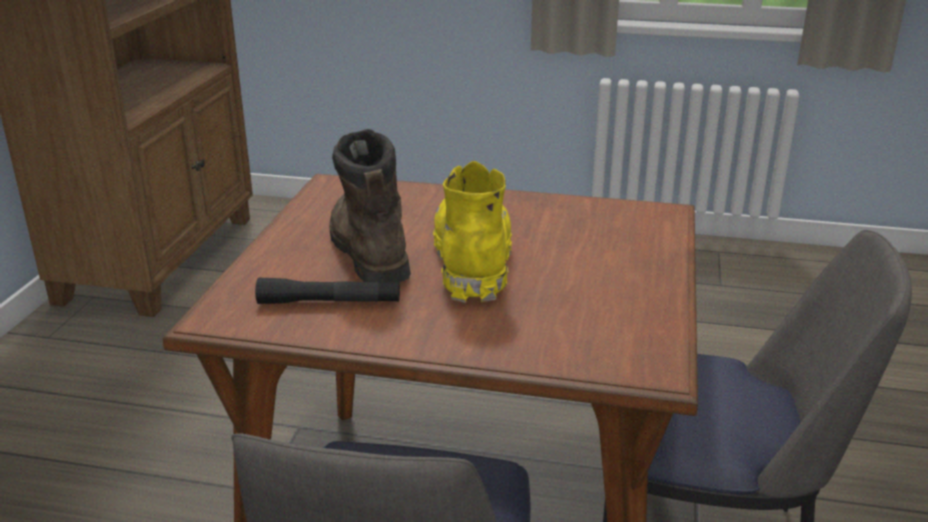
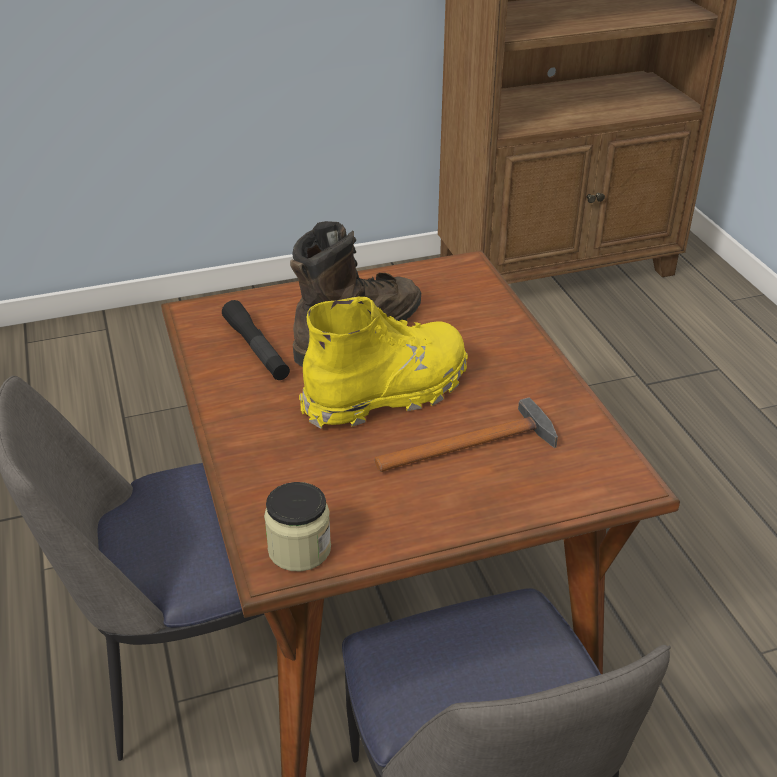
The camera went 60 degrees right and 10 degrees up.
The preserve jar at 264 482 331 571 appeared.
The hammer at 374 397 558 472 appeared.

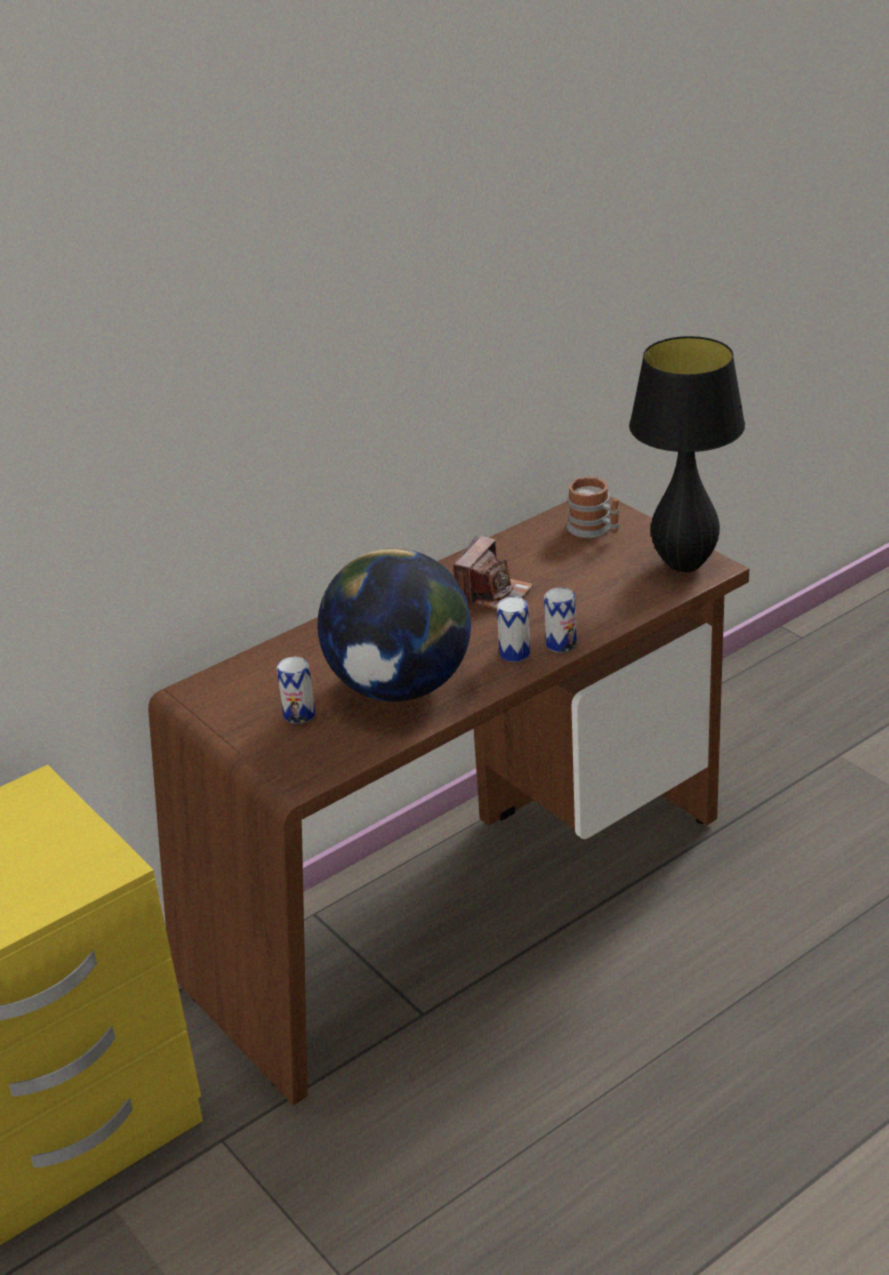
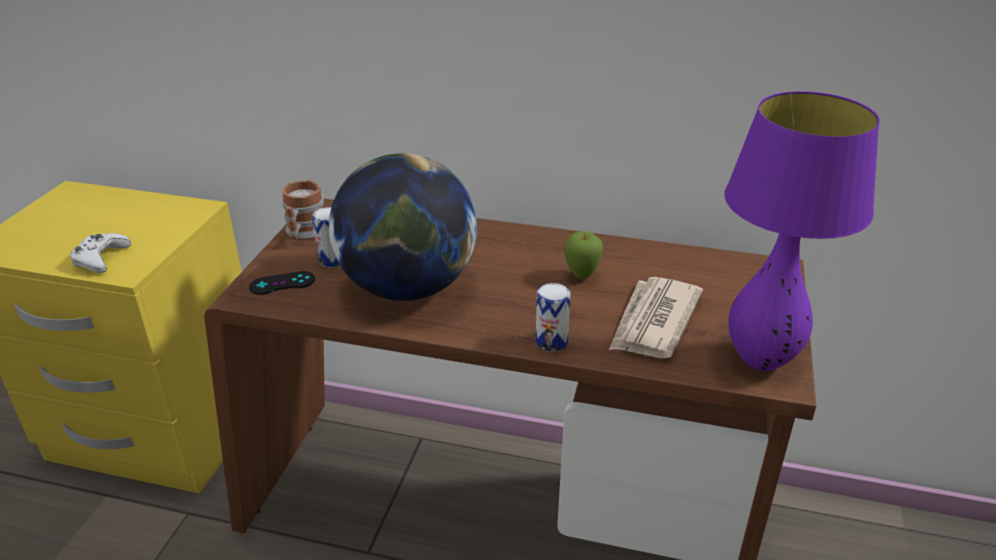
The camera went 50 degrees right and 0 degrees up.
The gamepad (white) at 70 233 131 273 appeared.
The gamepad (black) at 249 271 315 295 appeared.
The tea mug moved from 567 477 620 538 to 282 180 324 240.
The still camera at 453 536 533 610 was replaced by the whole apple at 564 231 603 279.
The daily paper at 609 277 703 359 appeared.
The tabletop lamp (black) at 629 336 745 573 became the tabletop lamp (purplish) at 724 91 880 371.
The metal can at 497 597 530 662 disappeared.

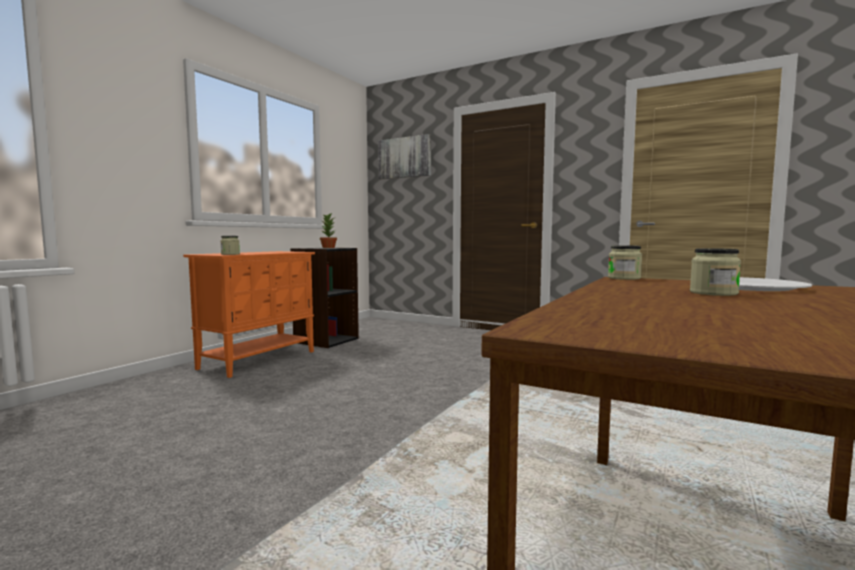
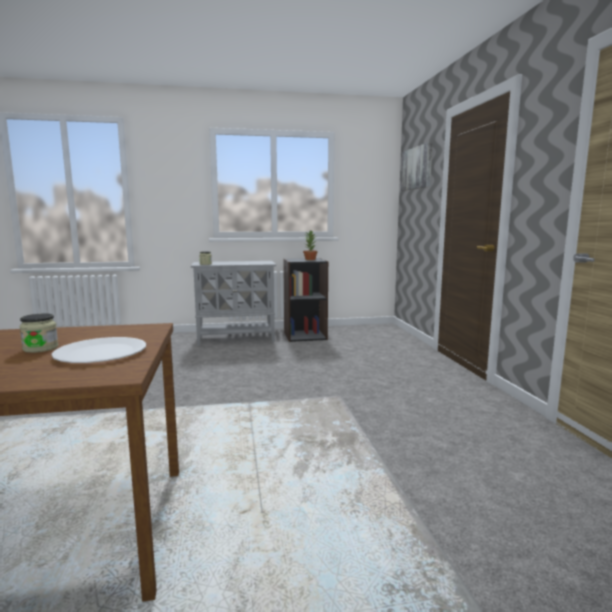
The camera went 50 degrees right and 5 degrees up.
The cupboard (orangey) at 183 251 315 378 became the cupboard (greyish) at 191 261 276 346.
The preserve jar at 608 245 642 280 disappeared.

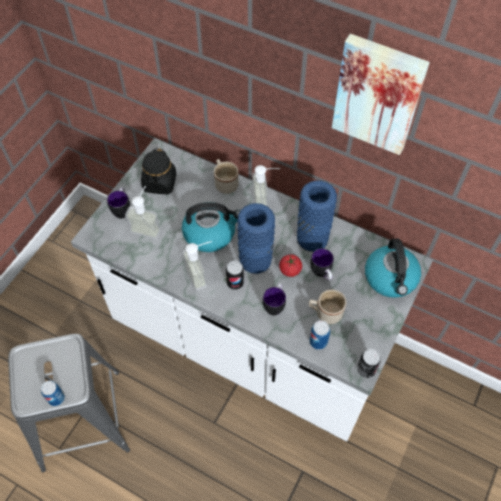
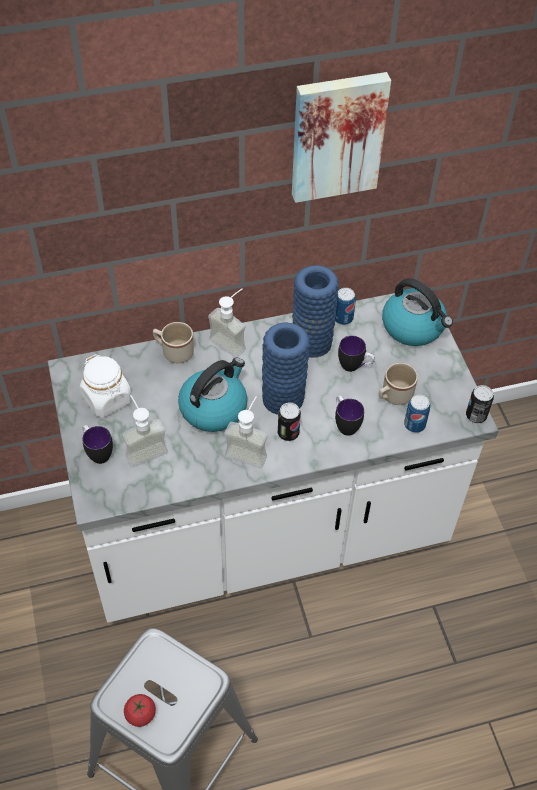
The camera went 45 degrees left and 5 degrees down.
The preserve jar (black) at 141 148 177 195 became the preserve jar (white) at 80 354 132 417.
The whole tomato moved from 279 254 302 277 to 124 694 156 727.
The metal can moved from 41 381 65 406 to 335 288 356 325.

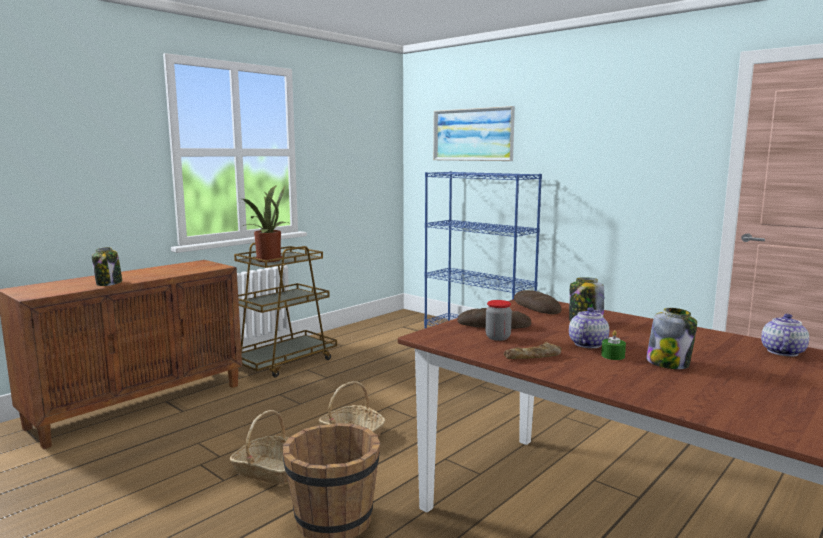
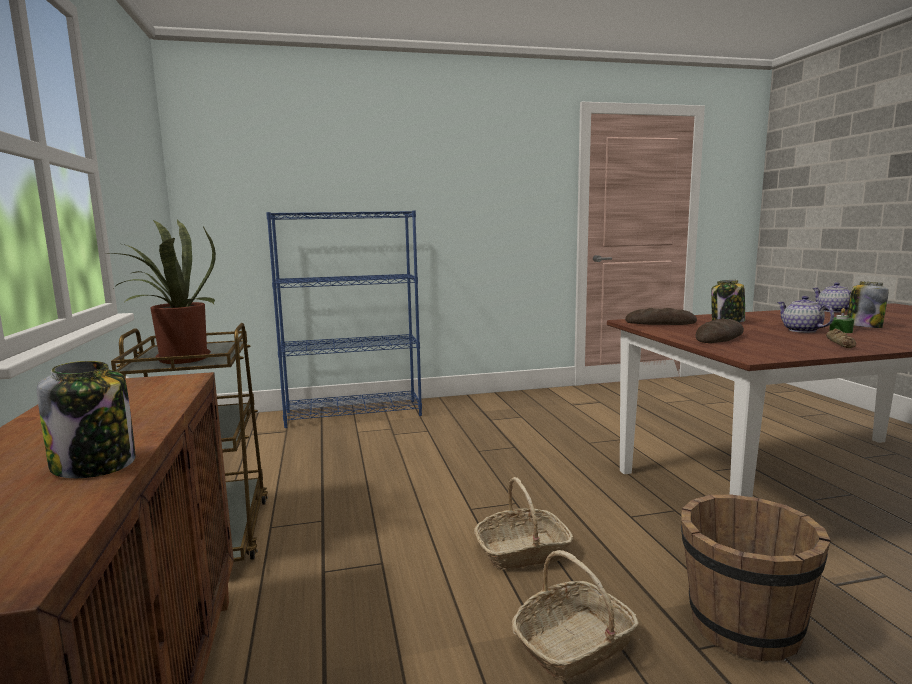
The camera went 55 degrees left and 0 degrees up.
The wall art at 433 106 515 161 disappeared.
The preserve jar at 486 300 512 341 disappeared.

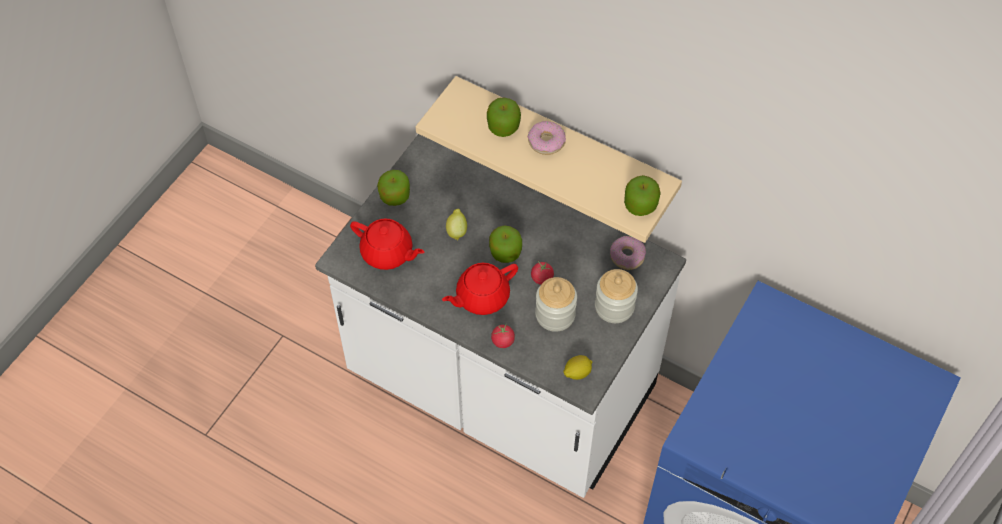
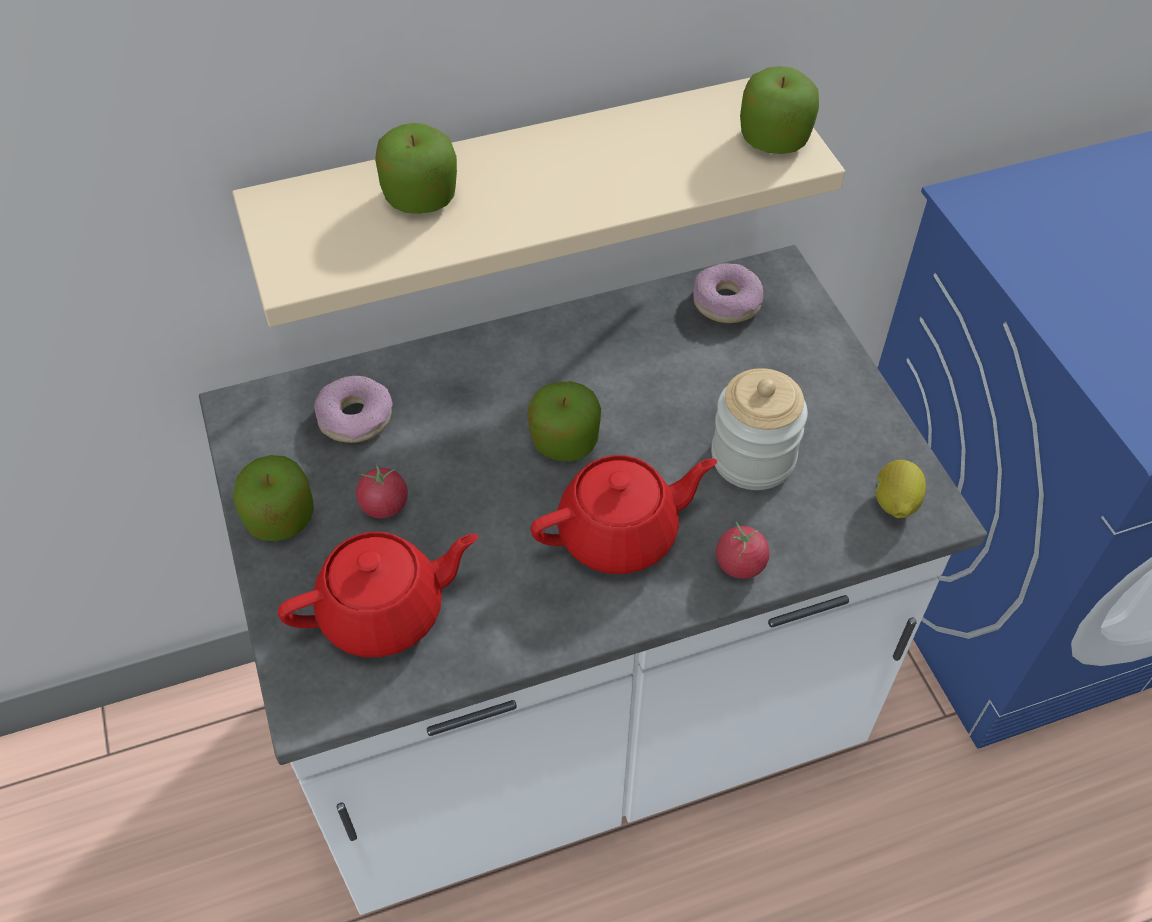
The camera went 50 degrees left and 5 degrees down.
The donut moved from 528 121 566 155 to 314 376 393 443.
The whole tomato moved from 531 260 554 285 to 356 464 408 518.
The teapot (reddish) at 442 263 518 315 turned 120 degrees counterclockwise.
The lemon at 446 209 467 240 disappeared.
The preserve jar at 595 269 638 323 disappeared.

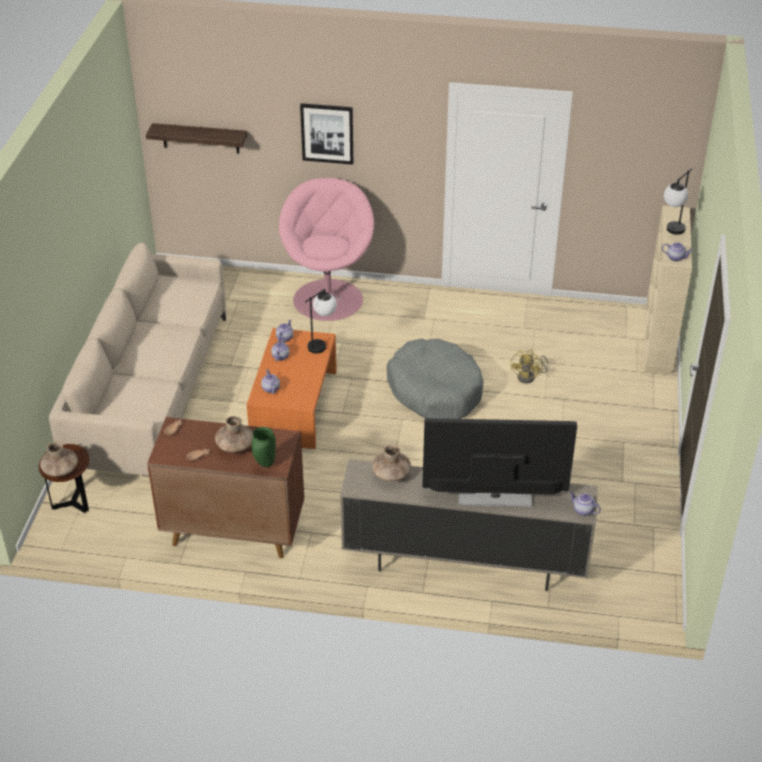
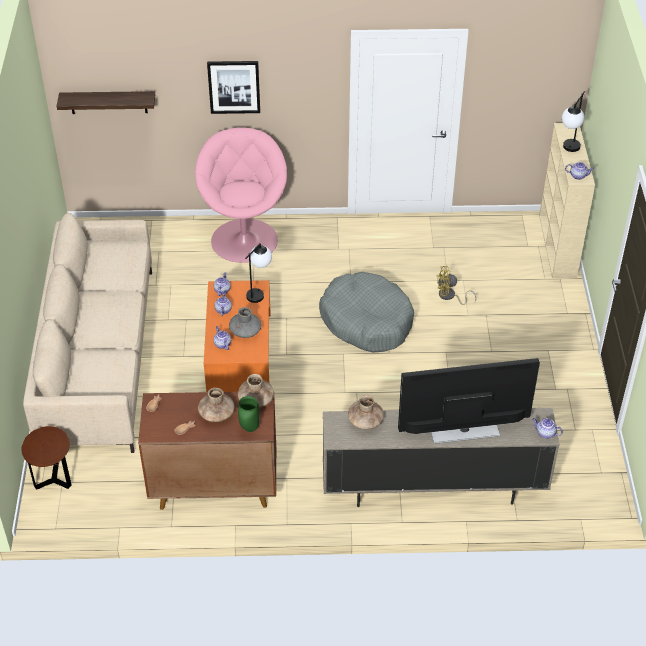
The camera went 10 degrees left and 5 degrees up.
The decorative vase (greyish) at 229 307 261 338 appeared.
The decorative vase (brown-coloured) moved from 40 441 78 477 to 238 374 274 408.
The cooling fan (yellowish) at 511 350 548 383 turned 75 degrees clockwise.

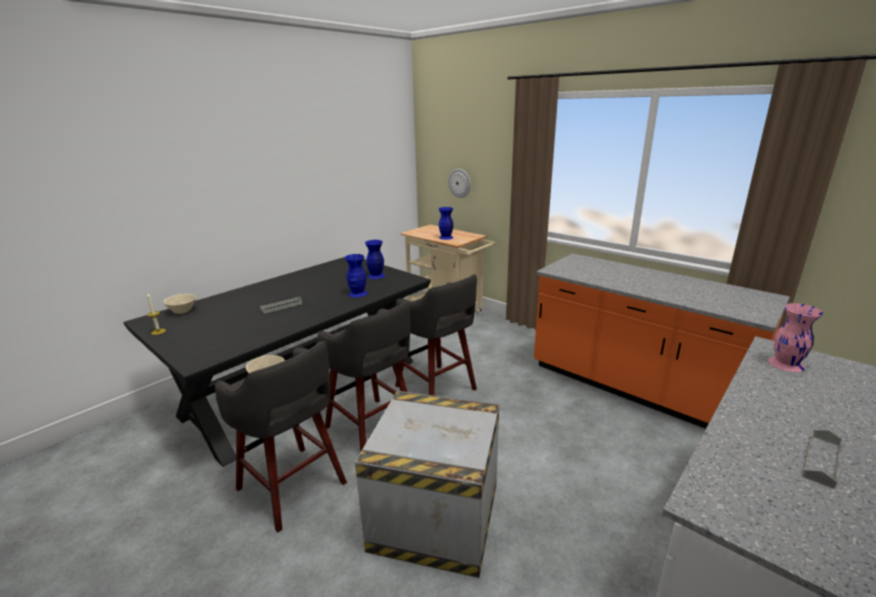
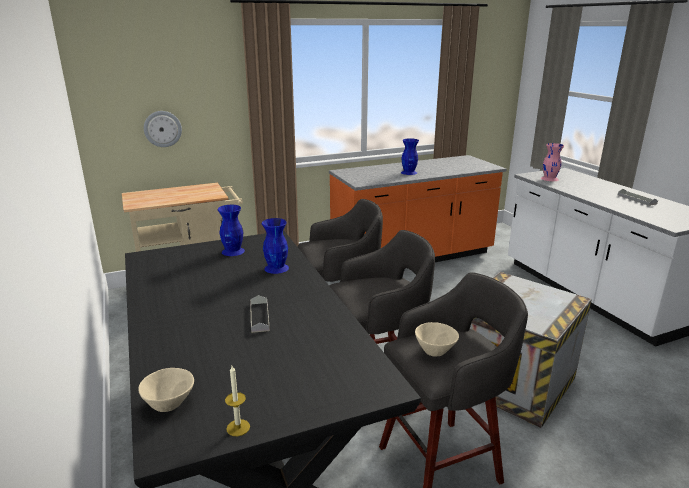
The camera went 65 degrees left and 0 degrees up.
The decorative vase (blue) moved from 439 207 454 240 to 401 138 419 175.

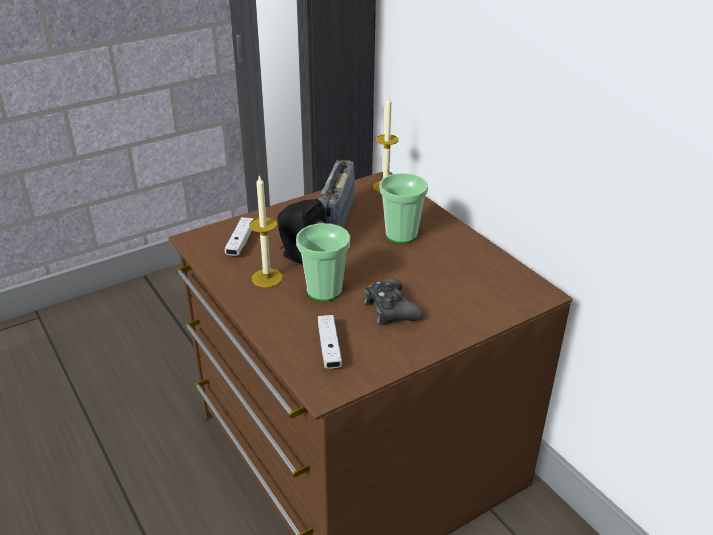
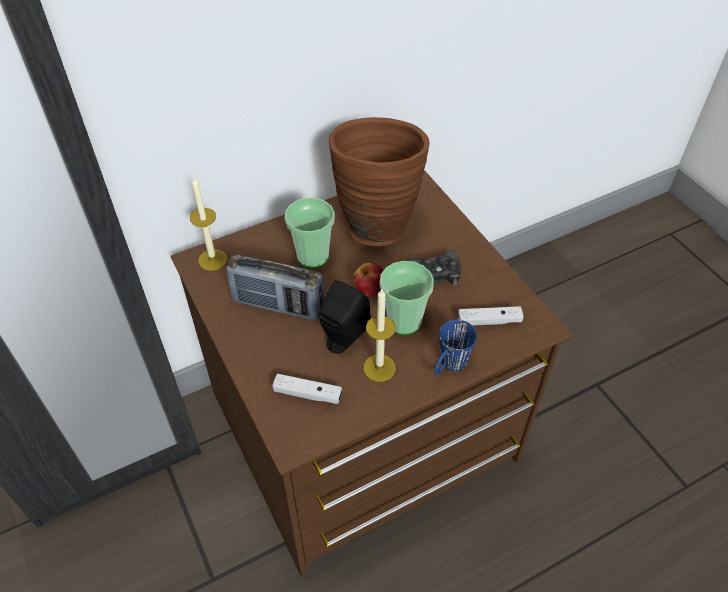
The camera went 85 degrees left and 15 degrees up.
The decorative vase (brown-coloured) at 329 117 429 246 appeared.
The whole apple at 354 263 384 297 appeared.
The tea mug (blue) at 434 320 477 375 appeared.

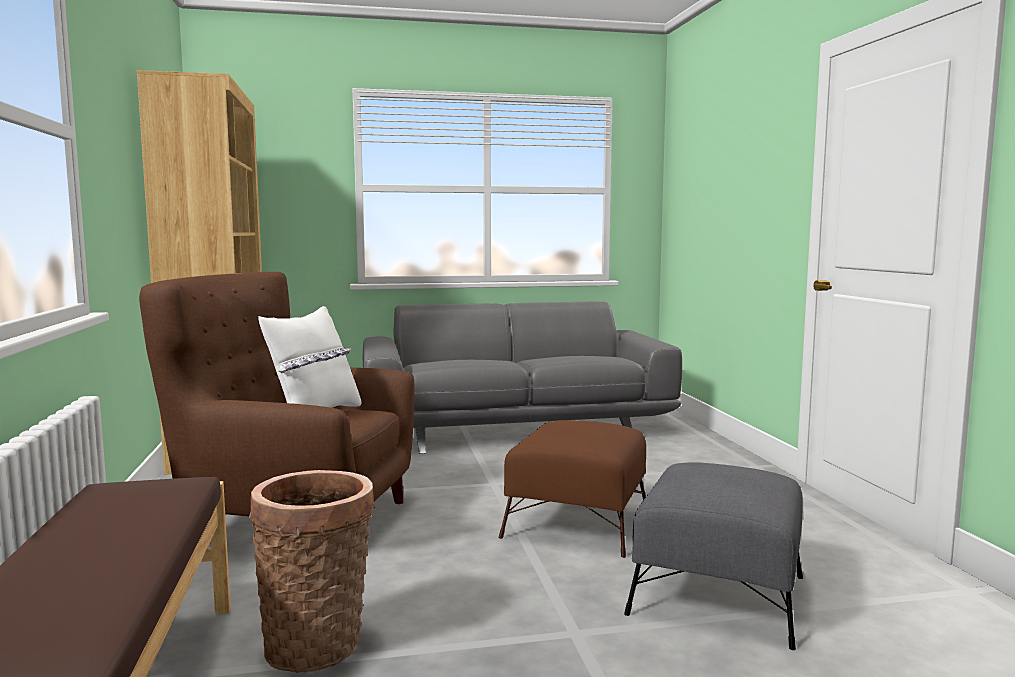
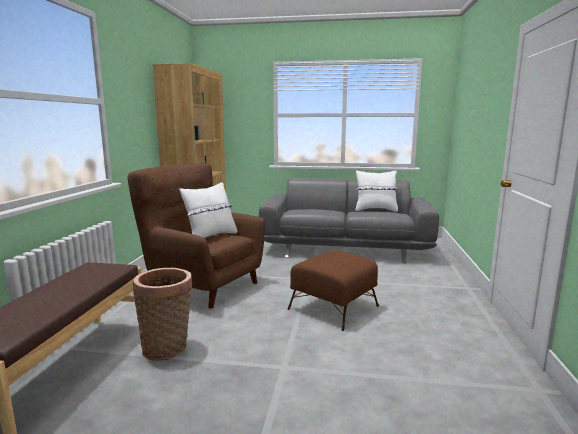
The camera went 20 degrees right and 5 degrees up.
The throw pillow (white) at 355 170 398 212 appeared.
The footrest (greyish) at 624 463 803 650 disappeared.

